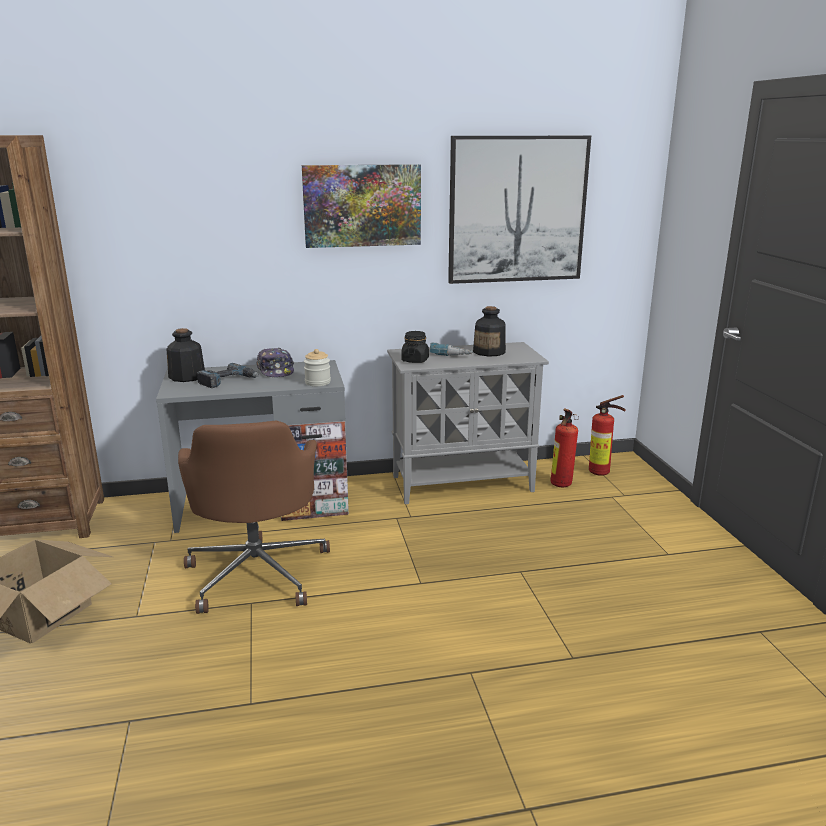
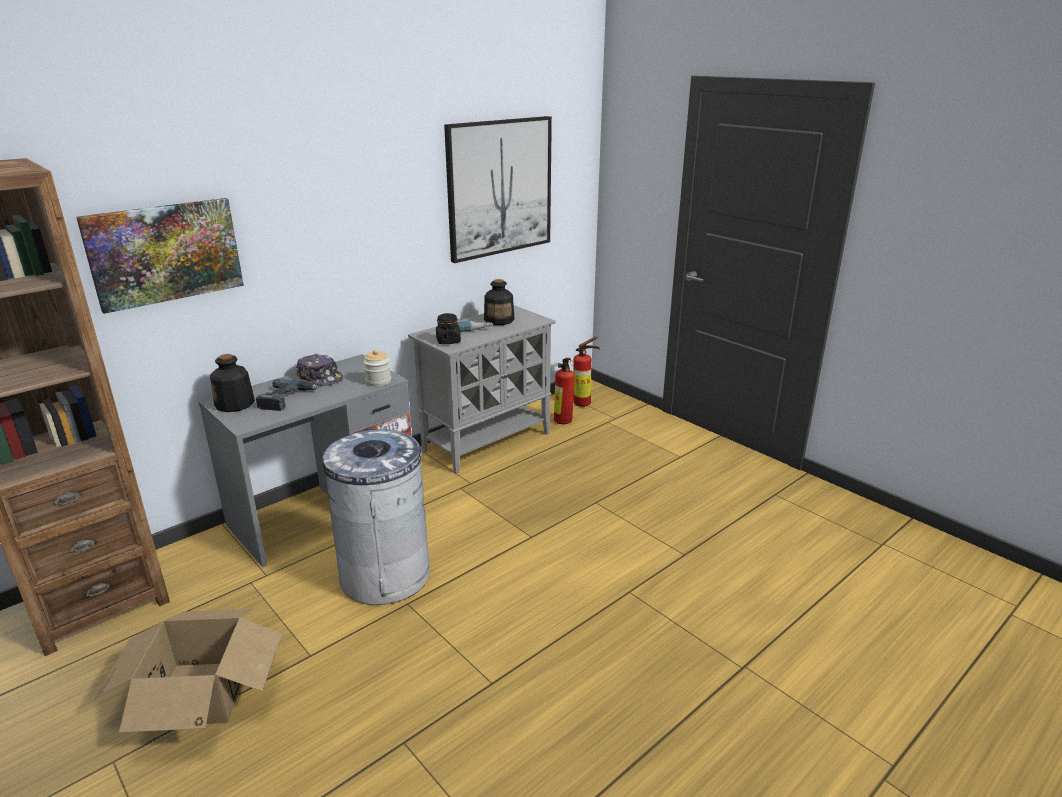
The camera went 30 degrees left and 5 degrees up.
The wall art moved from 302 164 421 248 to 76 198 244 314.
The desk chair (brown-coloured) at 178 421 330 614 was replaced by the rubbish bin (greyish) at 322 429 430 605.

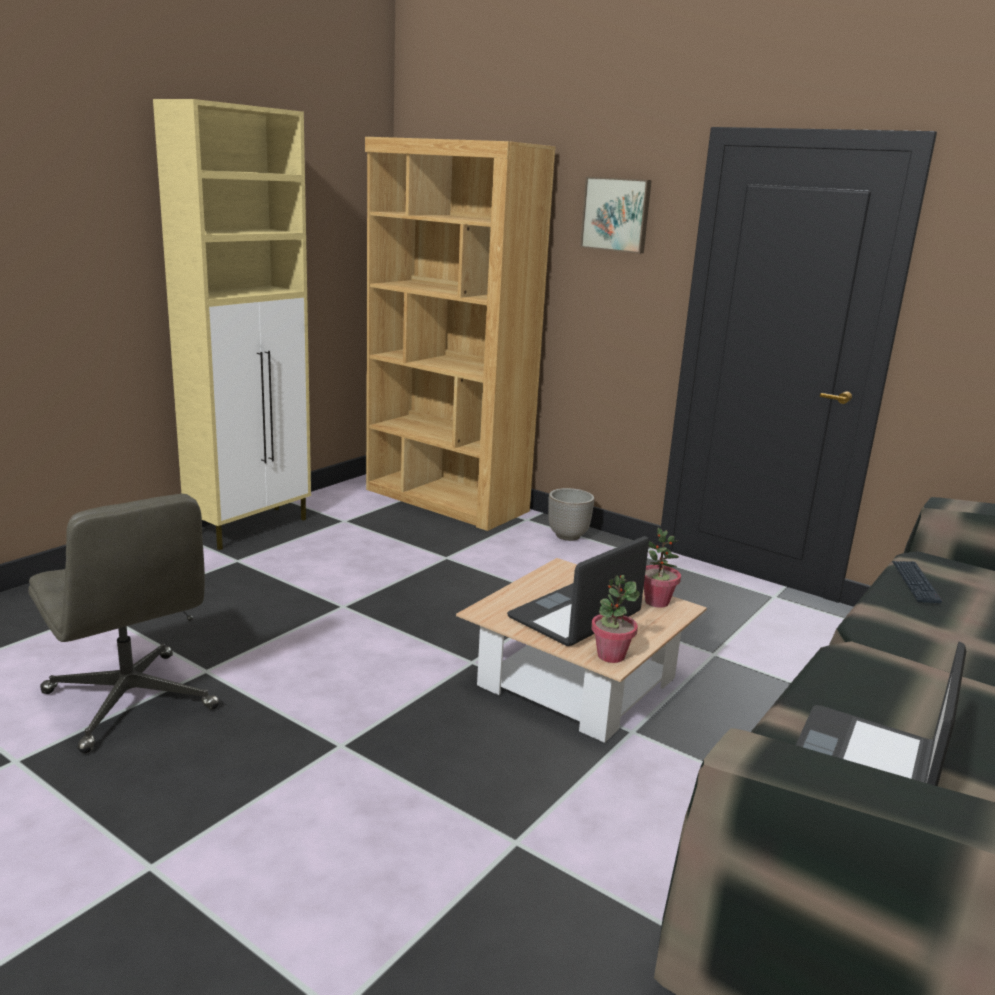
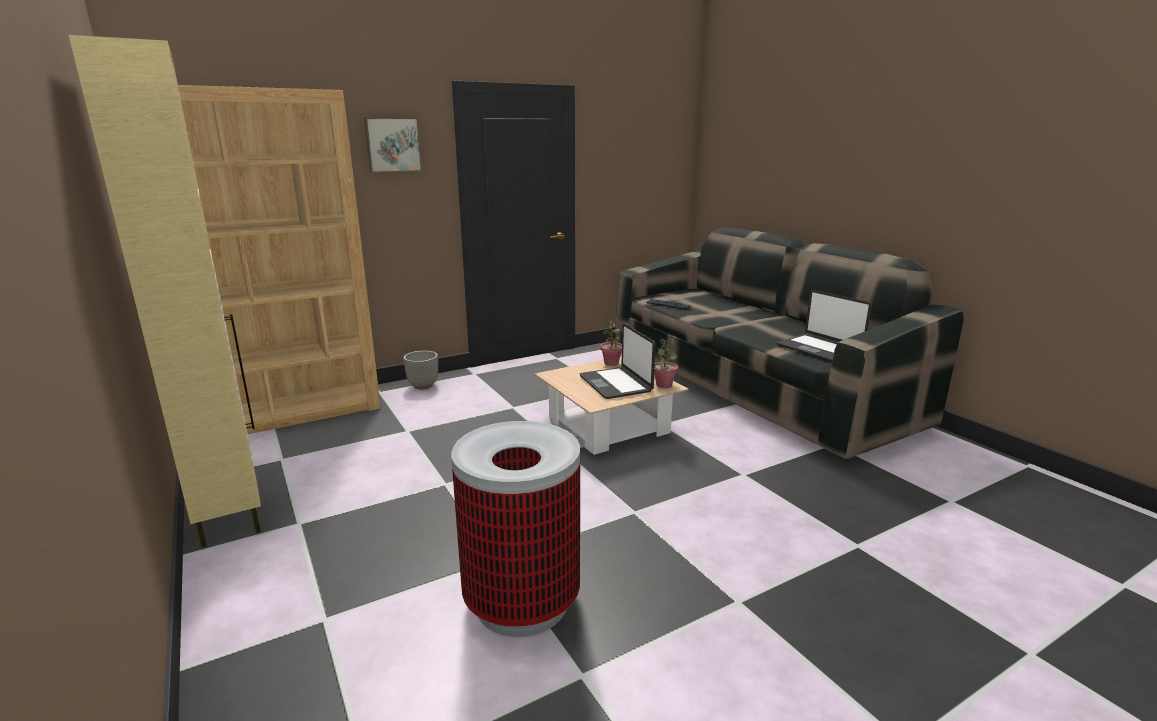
The camera went 65 degrees left and 0 degrees up.
The desk chair (greyish) at 28 494 219 753 was replaced by the rubbish bin at 451 421 580 637.

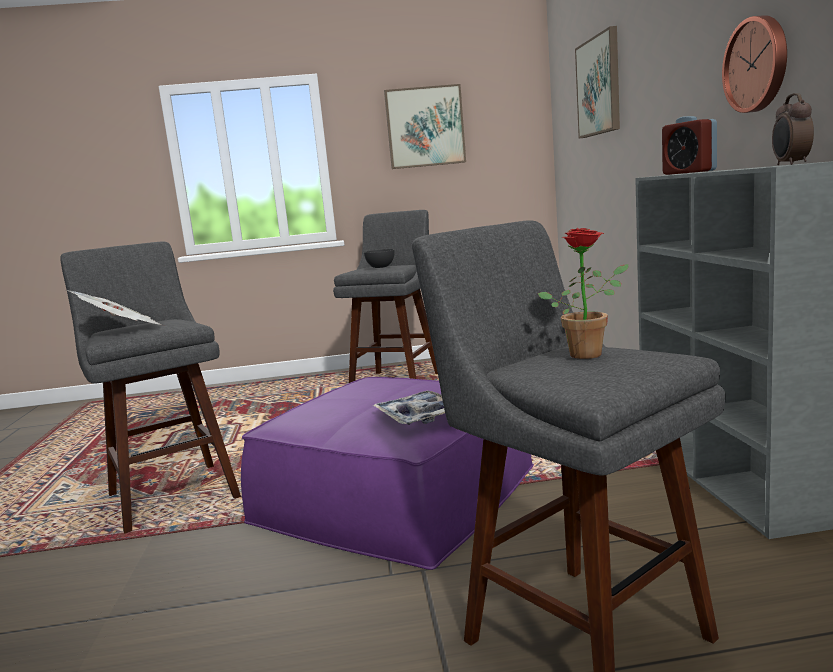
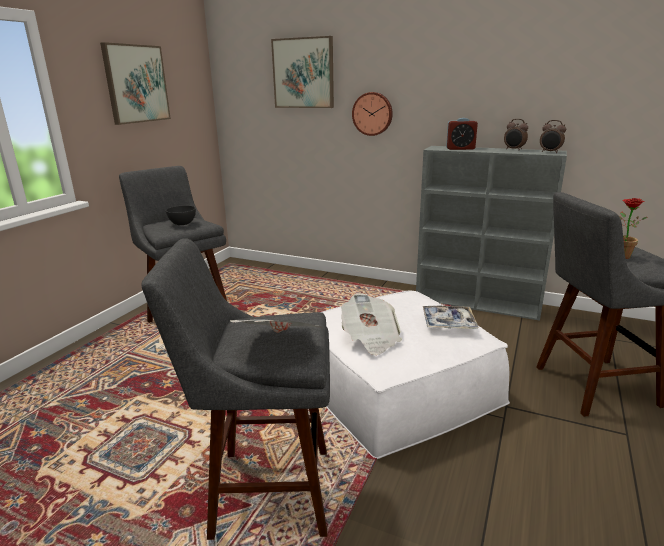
The camera went 60 degrees left and 10 degrees up.
The footrest (purplish) at 241 377 534 570 became the footrest (white) at 322 291 510 459.
The daily paper at 341 293 402 356 appeared.
The wall clock moved from 722 15 787 113 to 352 92 393 136.
The alarm clock at 504 119 528 151 appeared.

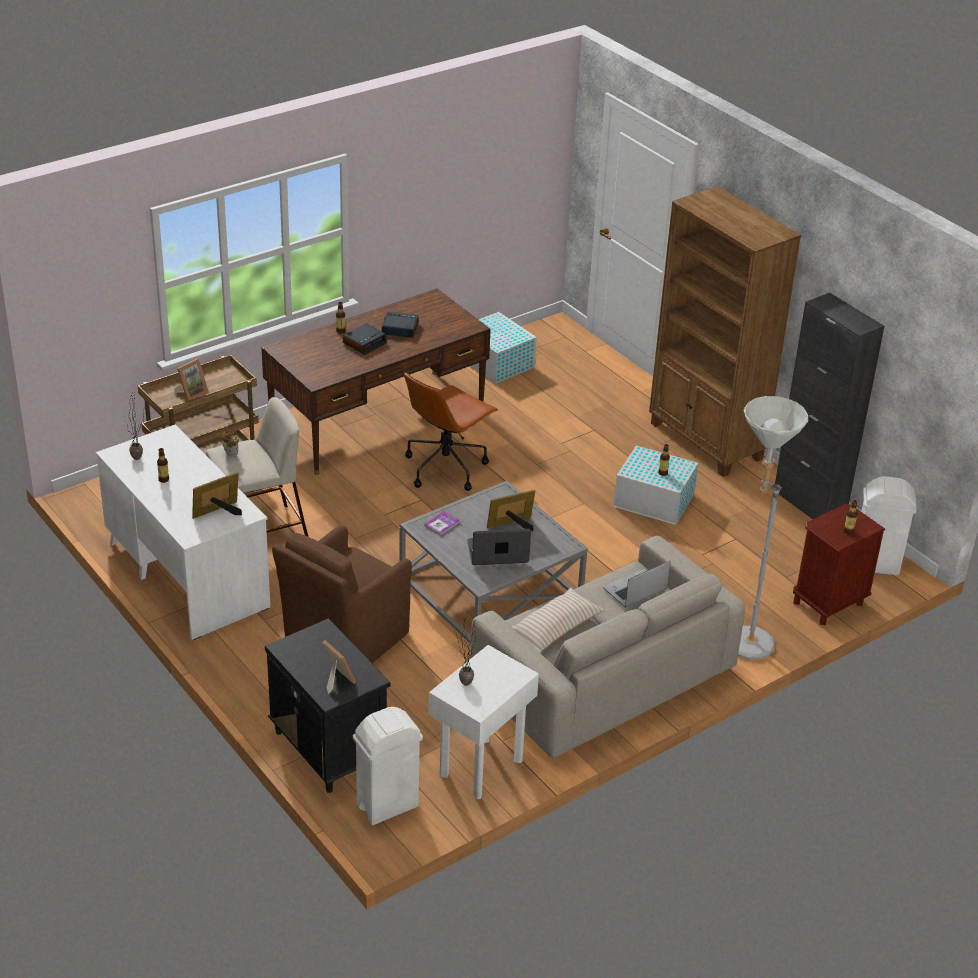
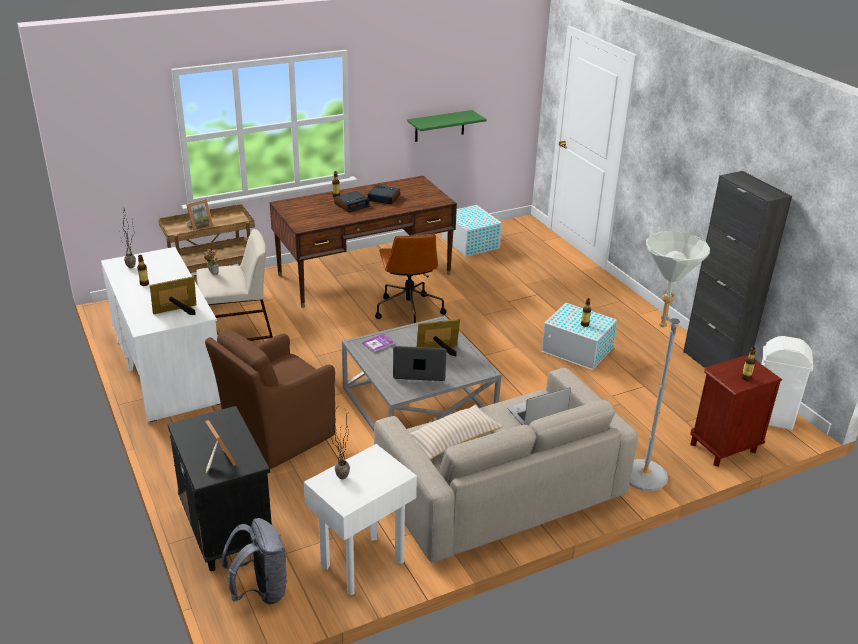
The camera went 10 degrees right and 5 degrees down.
The rubbish bin (white) at 353 707 423 825 was replaced by the backpack (greyish) at 222 518 288 605.
The desk chair (brown-coloured) at 404 372 498 491 turned 60 degrees counterclockwise.
The bracket shelf (greenish) at 407 110 487 142 appeared.
The bookshelf (brown-coloured) at 649 186 801 477 disappeared.

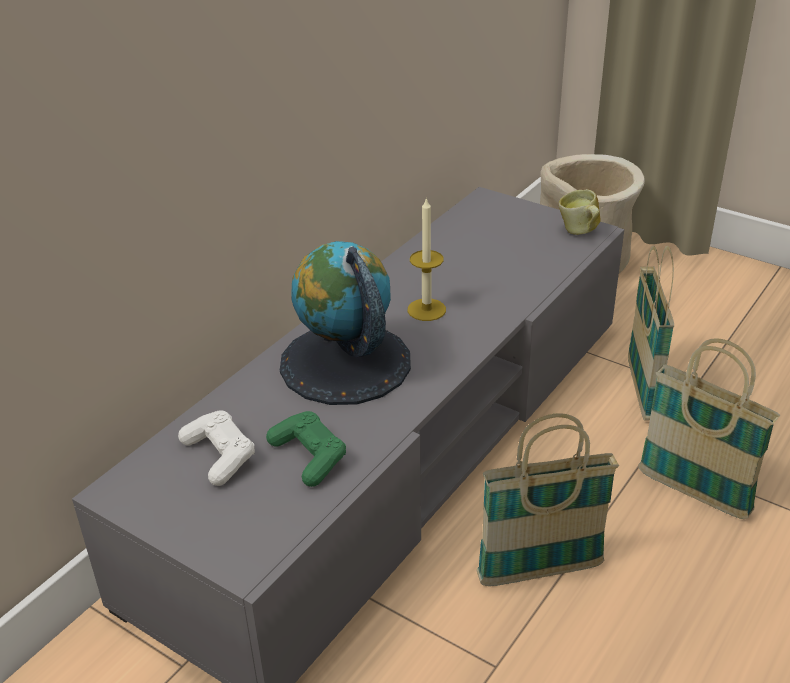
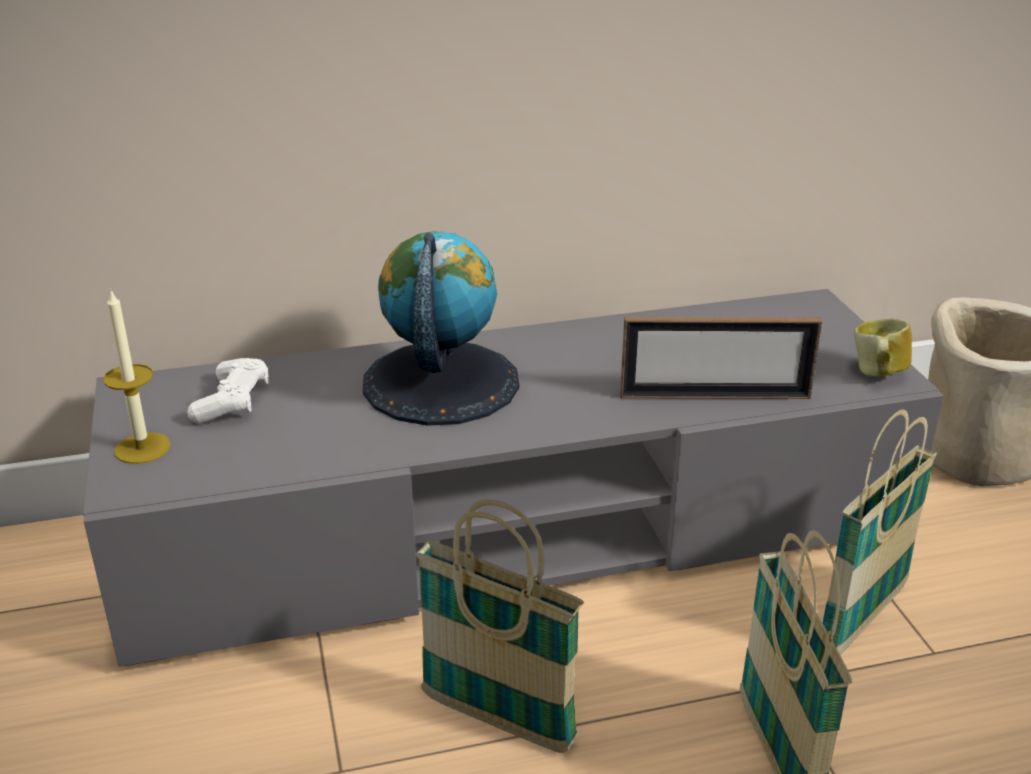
The camera went 40 degrees right and 5 degrees down.
The candle moved from 407 197 446 321 to 103 289 171 464.
The standing frame at 620 316 822 399 appeared.
The gamepad (greenish) at 266 411 346 487 disappeared.

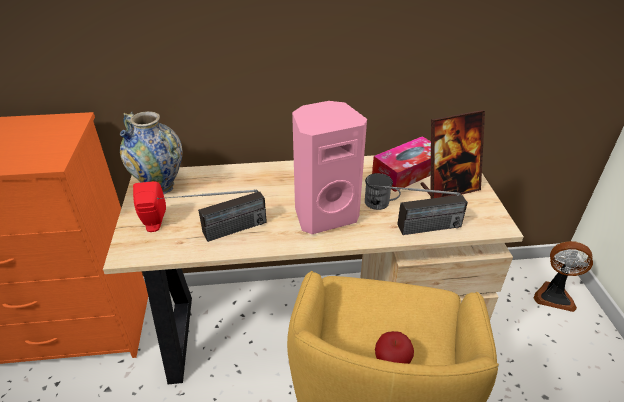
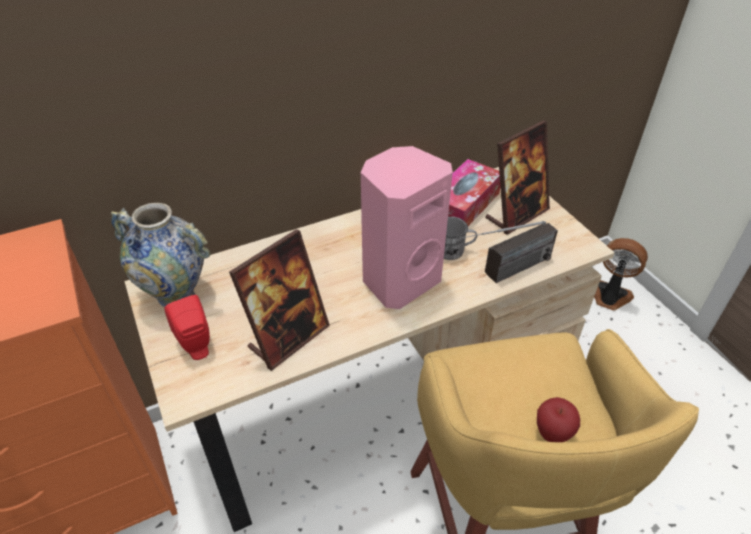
The camera went 20 degrees left and 5 degrees up.
The radio receiver at 157 189 267 242 was replaced by the standing frame at 229 229 330 371.
The cooling fan at 533 241 593 312 turned 150 degrees counterclockwise.

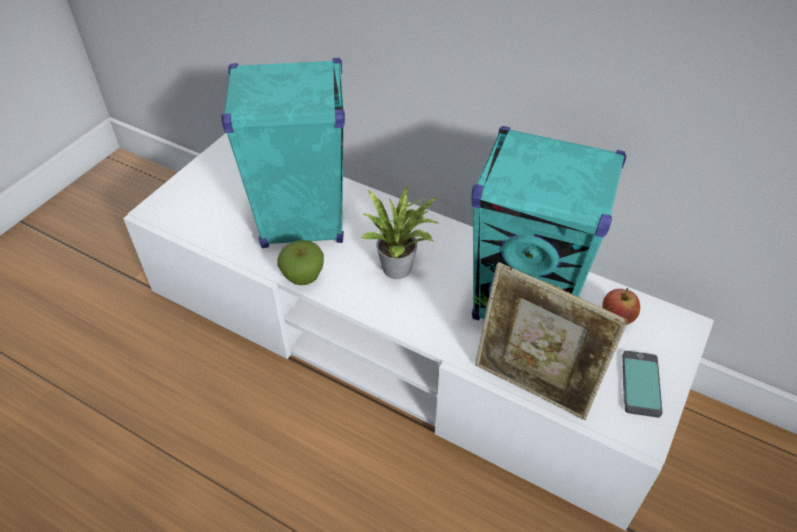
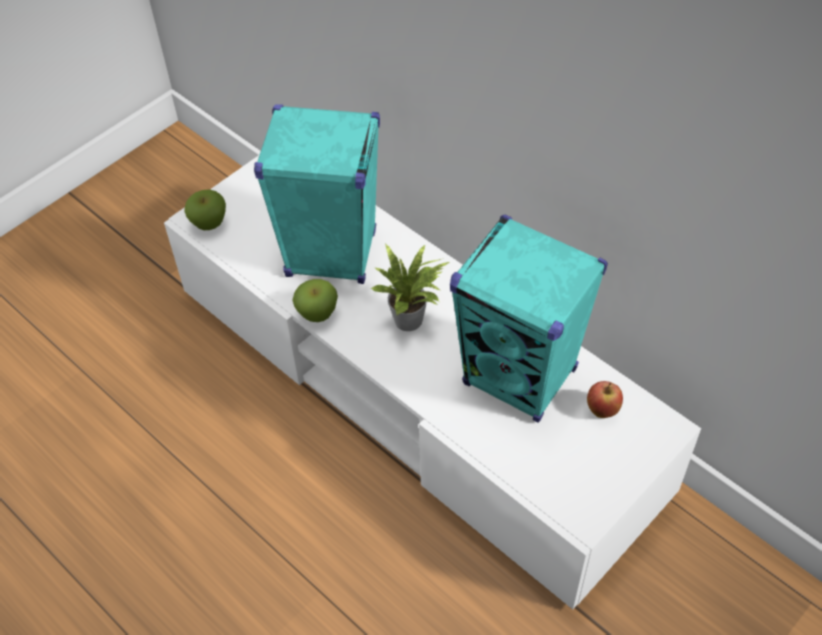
The camera went 15 degrees right and 5 degrees up.
The whole apple at 184 189 226 230 appeared.
The standing frame at 475 262 628 420 disappeared.
The handset at 622 351 663 418 disappeared.

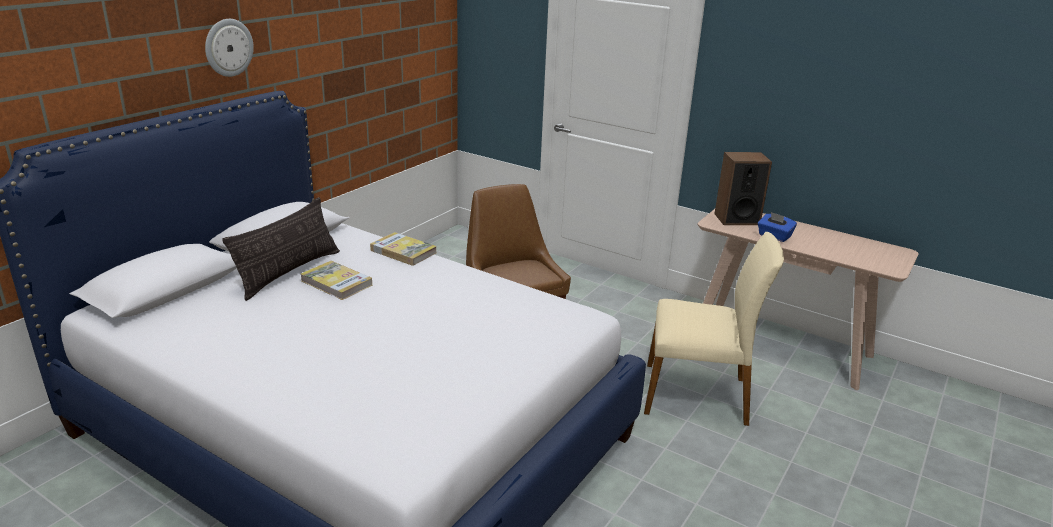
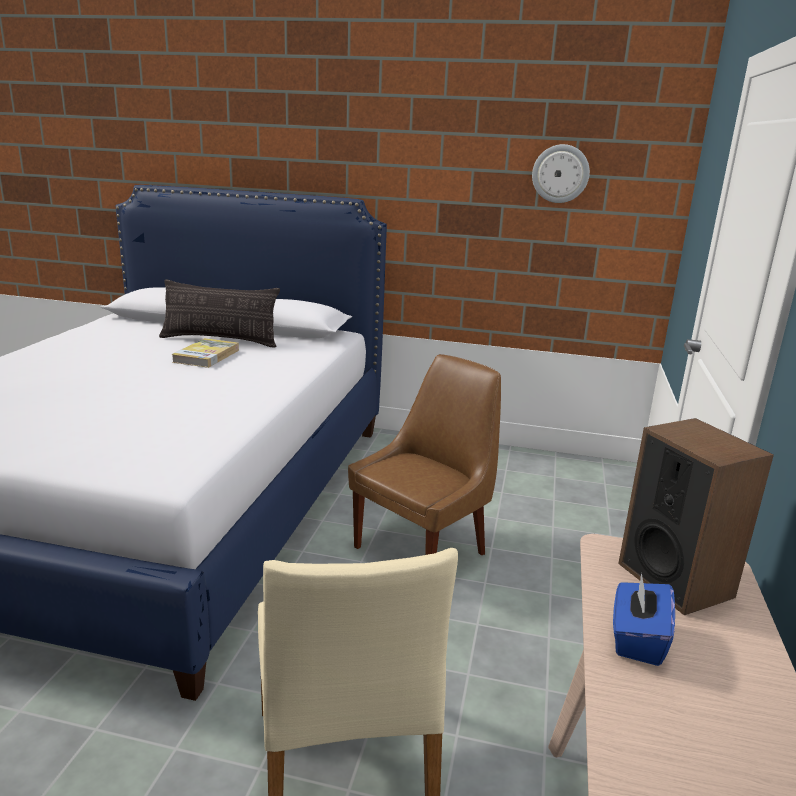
The camera went 70 degrees right and 5 degrees down.
The wall clock moved from 205 19 254 77 to 532 144 590 203.
The volume at 370 232 437 266 disappeared.

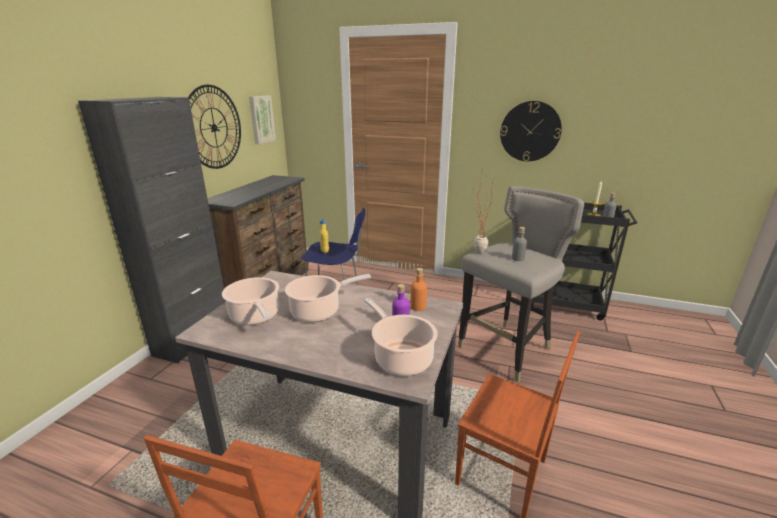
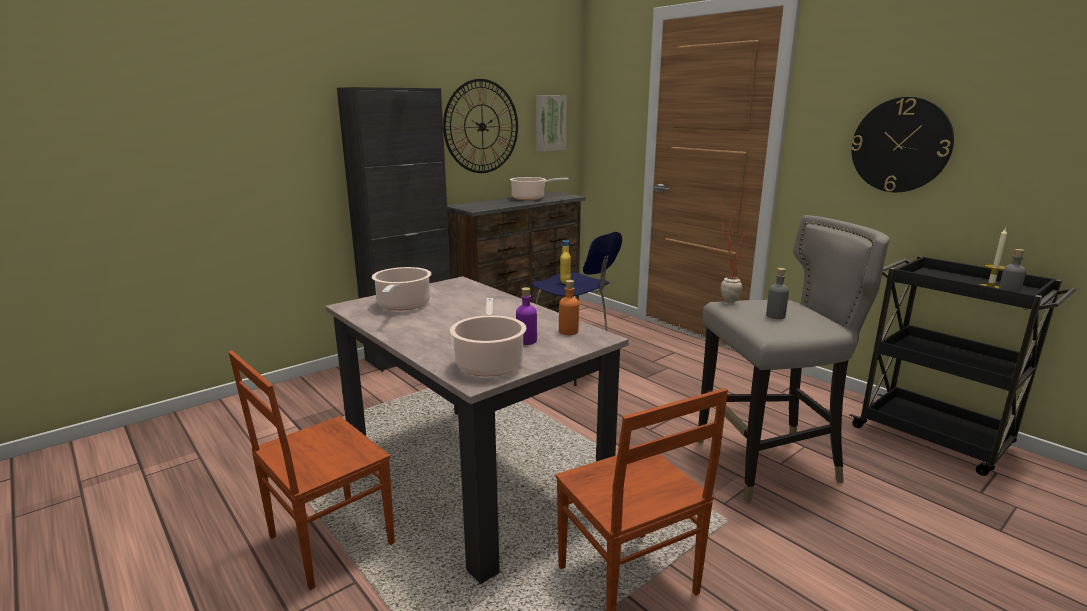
The camera went 30 degrees right and 5 degrees down.
The saucepot moved from 285 274 371 322 to 510 177 568 200.

